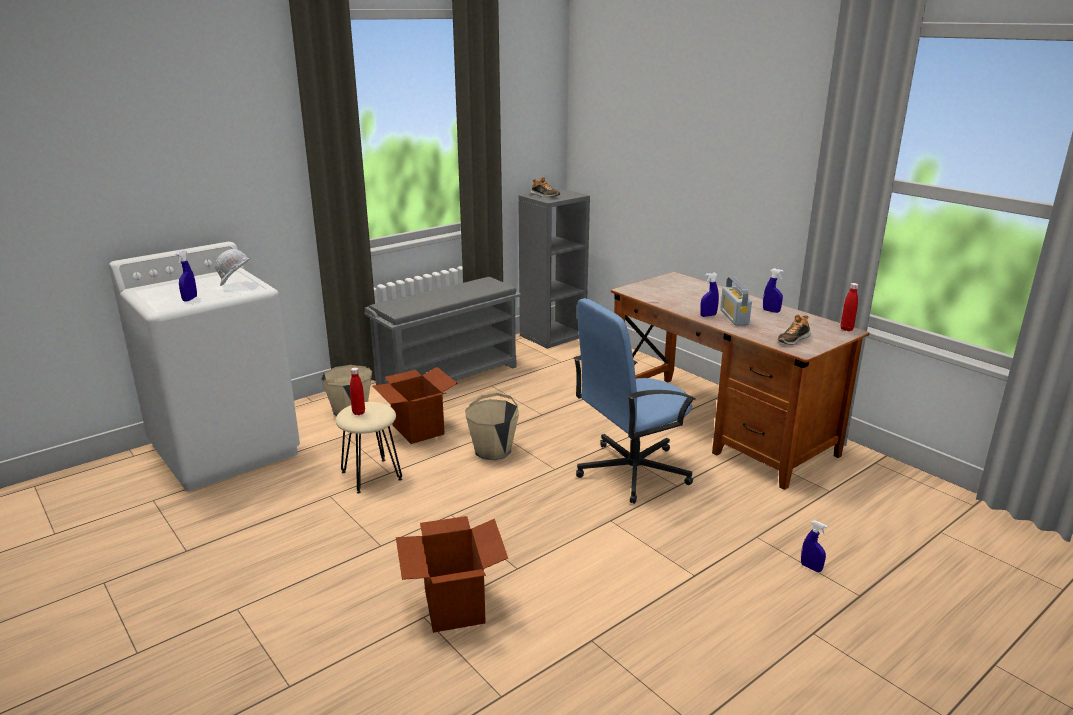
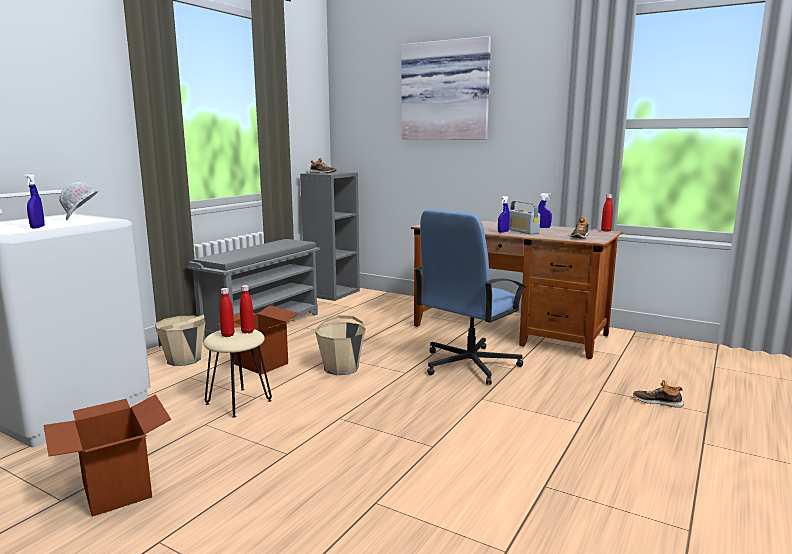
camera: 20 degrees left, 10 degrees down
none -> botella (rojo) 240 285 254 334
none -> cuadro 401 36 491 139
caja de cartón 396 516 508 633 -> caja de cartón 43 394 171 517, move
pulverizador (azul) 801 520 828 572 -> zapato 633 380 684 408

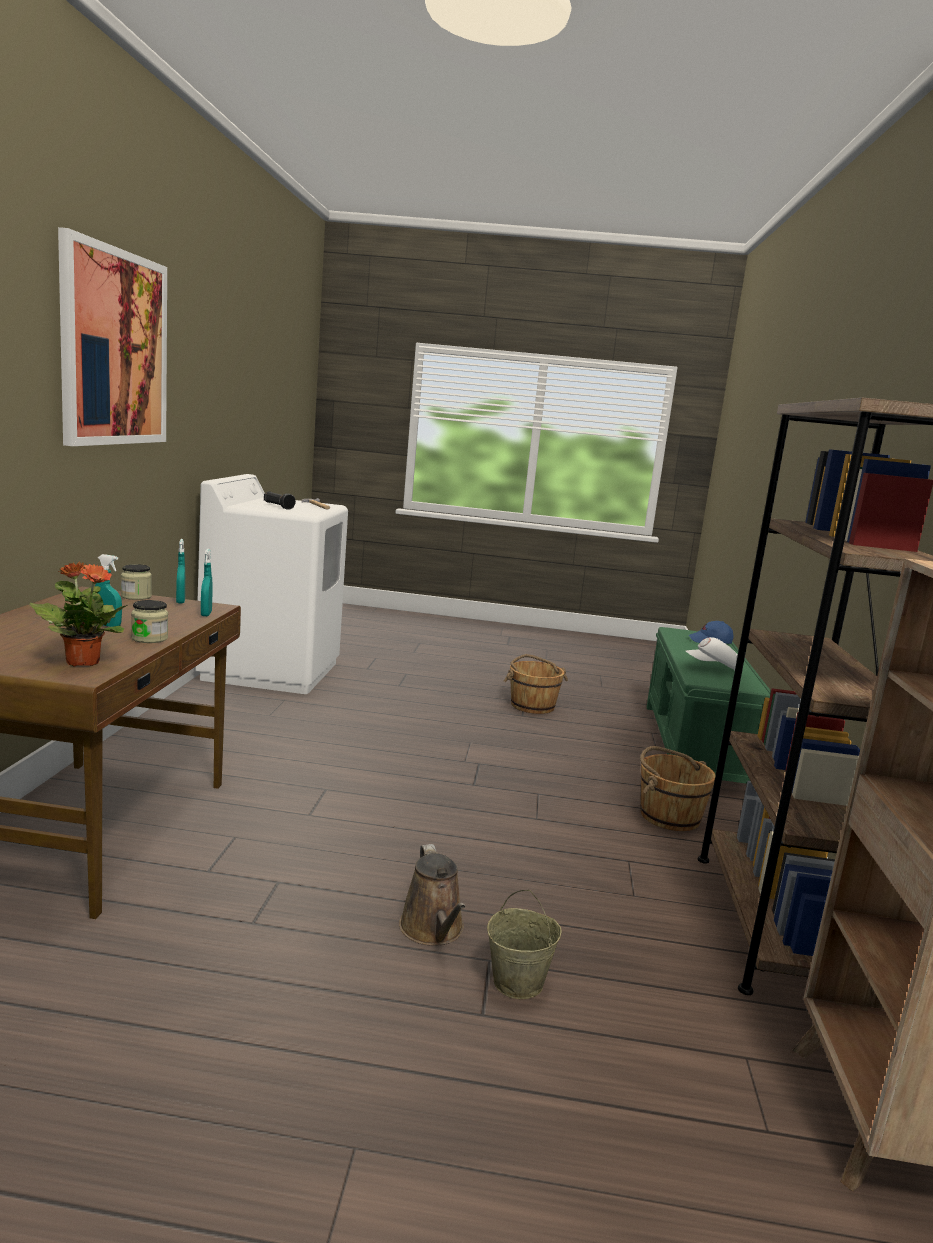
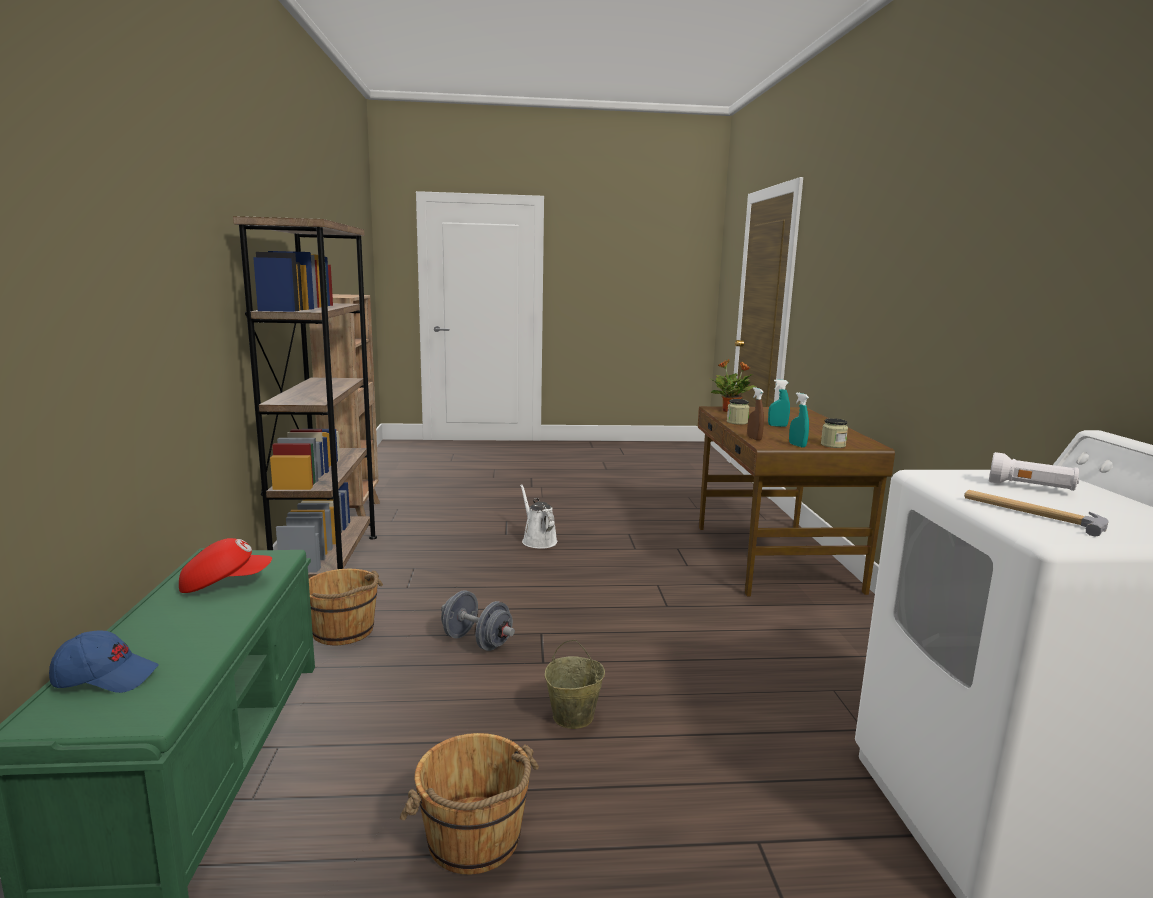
camera: 170 degrees right, 0 degrees up
cuadro 58 227 167 446 -> none
none -> mancuerna (gris) 441 590 515 651
cubo (beis) 487 890 562 999 -> cubo (beis) 544 640 605 729, move
pulverizador (turquesa) 201 549 213 616 -> pulverizador (marrón) 747 387 764 441
linterna (negro) 264 491 296 510 -> linterna (blanco) 989 452 1079 491
regadera (marrón) 399 844 466 946 -> regadera (blanco) 520 484 557 549
gorra (blanco) 686 637 738 670 -> gorra (rojo) 179 538 272 593

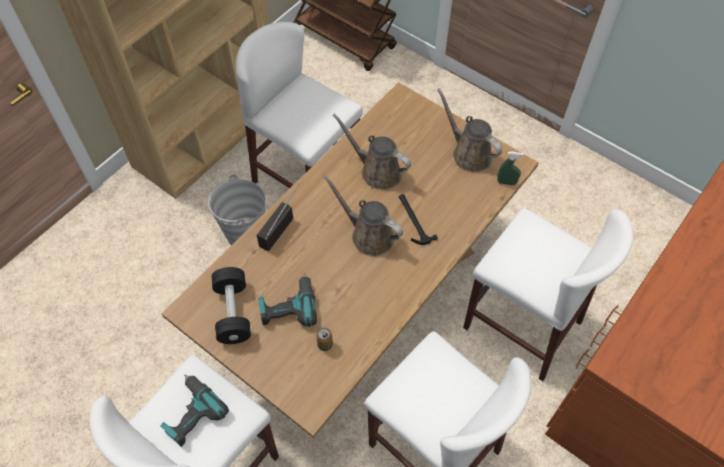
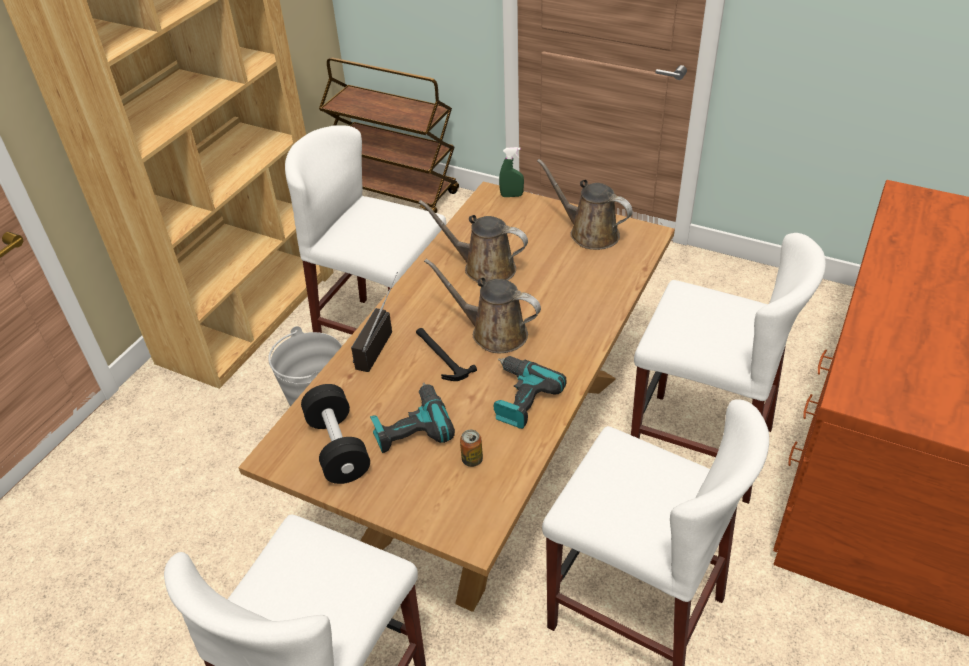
camera: 10 degrees left, 15 degrees down
taladro 161 374 229 447 -> taladro 494 356 566 429, move
martillo 399 194 438 245 -> martillo 416 328 477 381, move
pulverizador (verde) 497 152 524 185 -> pulverizador (verde) 499 147 524 197, move

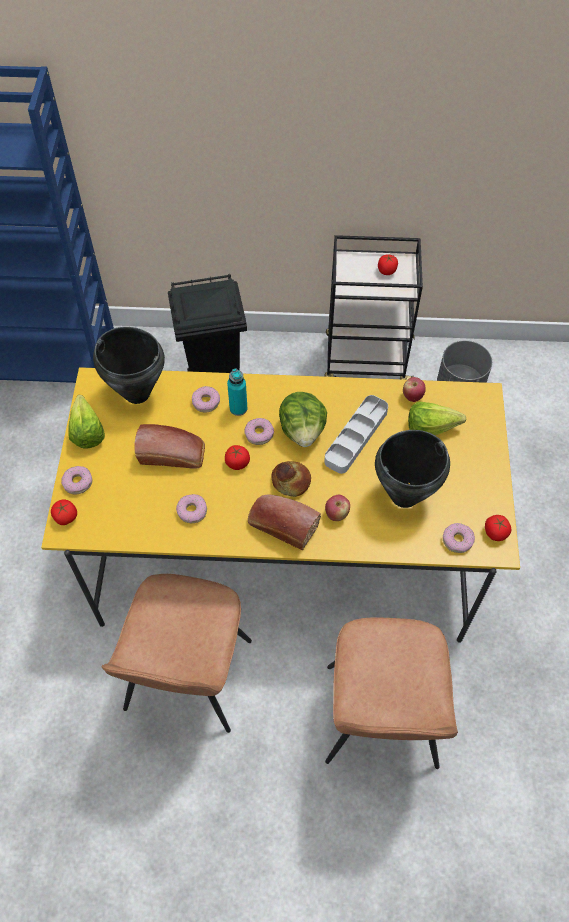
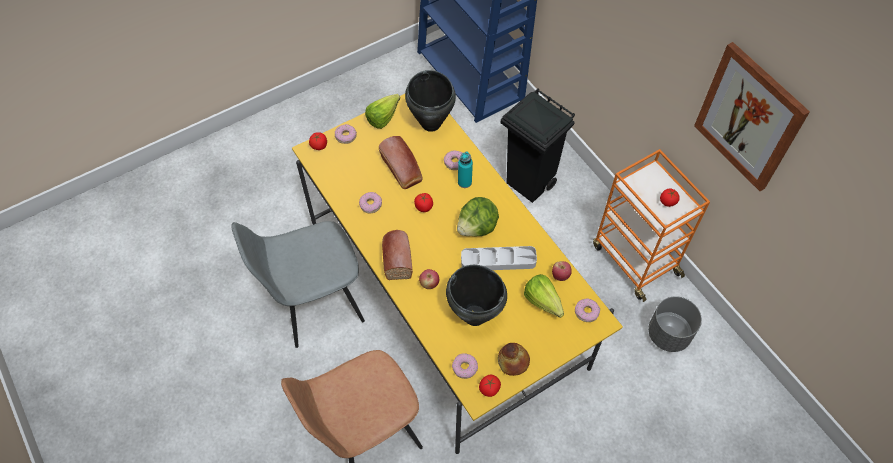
camera: 55 degrees right, 0 degrees up
none -> cuadro 694 42 810 191
rosquilla 245 418 274 445 -> rosquilla 575 298 600 322, move
pan 271 461 311 497 -> pan 498 343 530 376, move
silla (marrón) 102 574 252 733 -> silla (gris) 231 221 365 348
carrito (negro) 324 235 423 380 -> carrito (naranja) 593 149 710 302

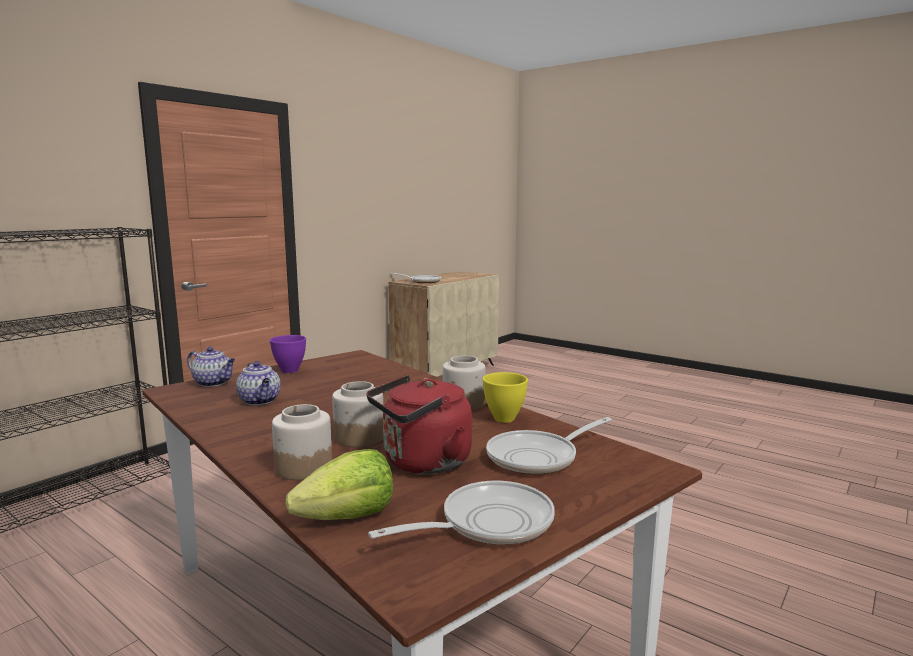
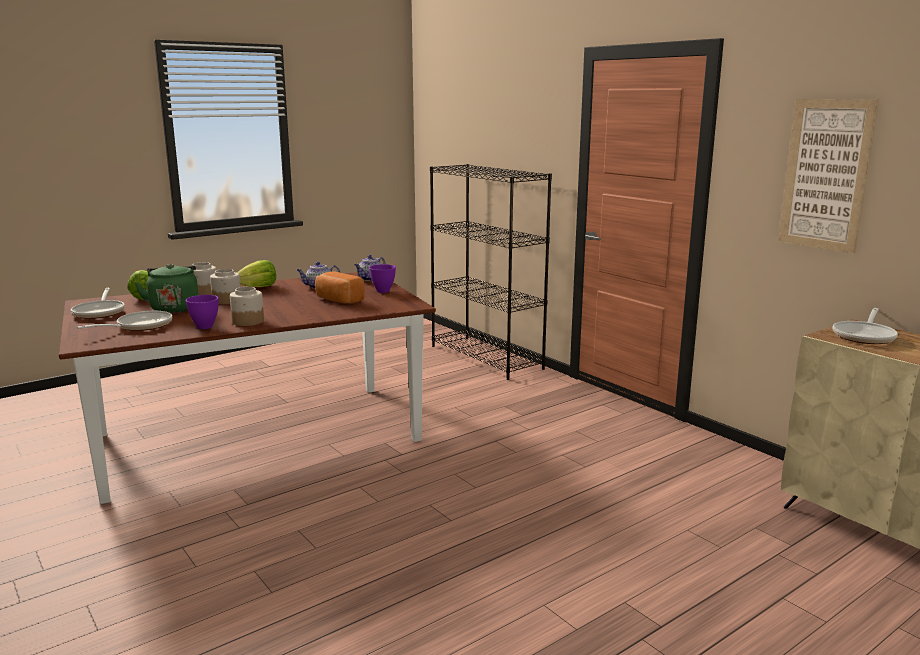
camera: 105 degrees right, 5 degrees up
none -> lechuga 237 260 276 287
none -> pan 315 271 365 303
none -> cuadro 778 99 879 253
hervidor (rojo) 366 375 472 474 -> hervidor (verde) 135 264 198 313
cuenco (amarillo) 483 372 528 423 -> cuenco (morado) 186 295 219 329
sartén 486 417 612 475 -> sartén 77 311 172 331, 60 degrees clockwise

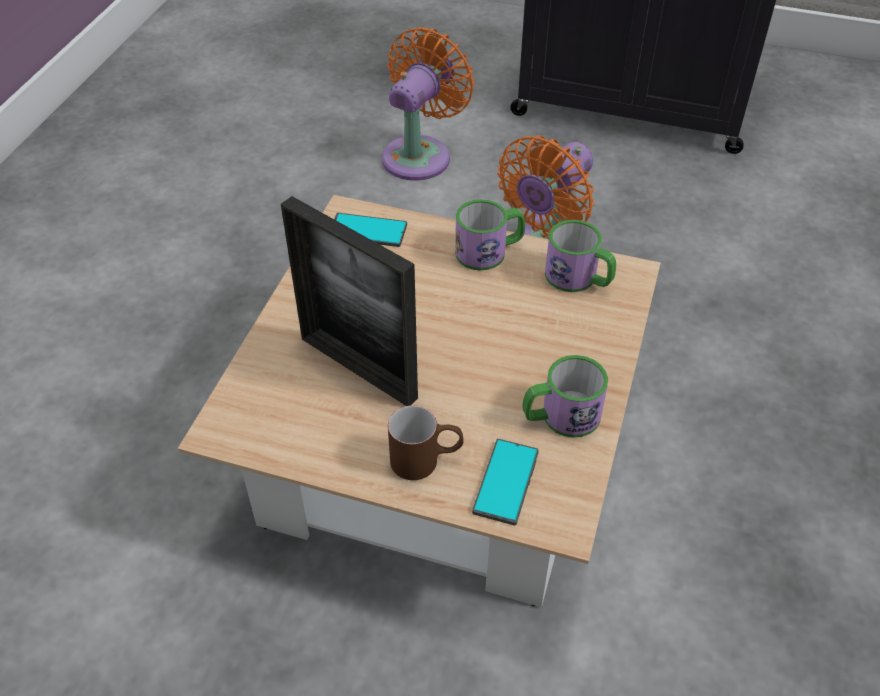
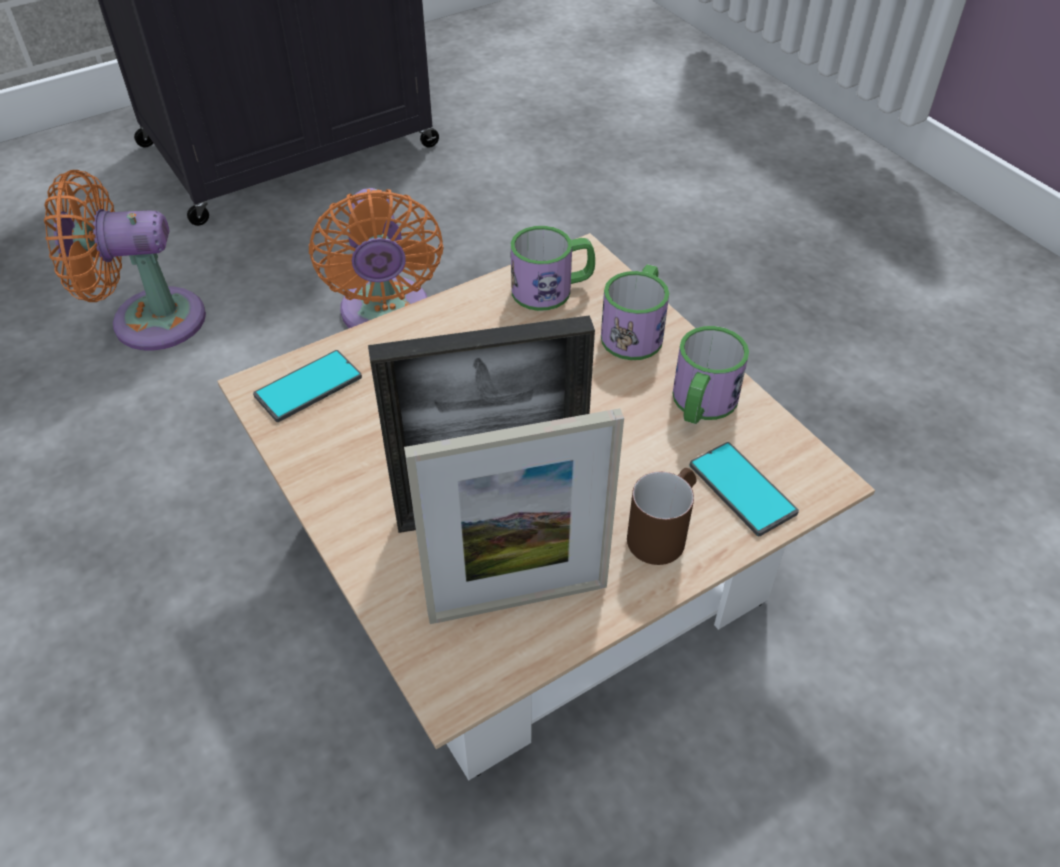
camera: 50 degrees left, 0 degrees up
none -> portarretratos 404 408 624 624
taza grande 455 199 525 271 -> taza grande 601 264 669 360, move
ventilador (naranja) 382 27 474 181 -> ventilador (naranja) 44 170 206 351, 75 degrees counterclockwise

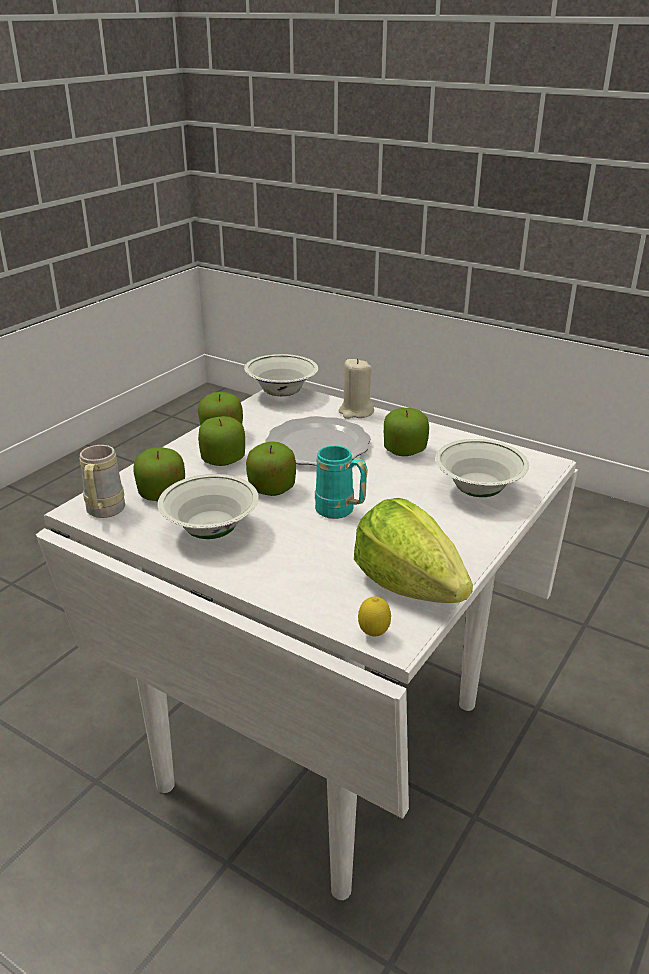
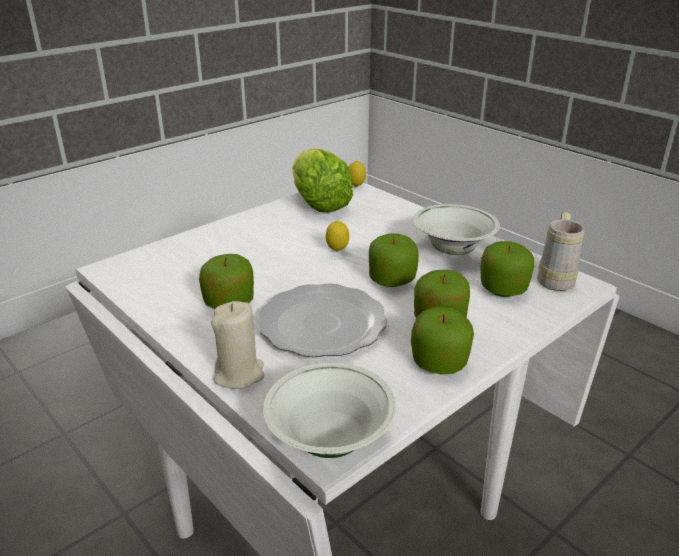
camera: 165 degrees left, 0 degrees up
cuenco (blanco) 435 439 529 497 -> none
taza grande (turquesa) 315 445 368 519 -> limón 326 221 349 252

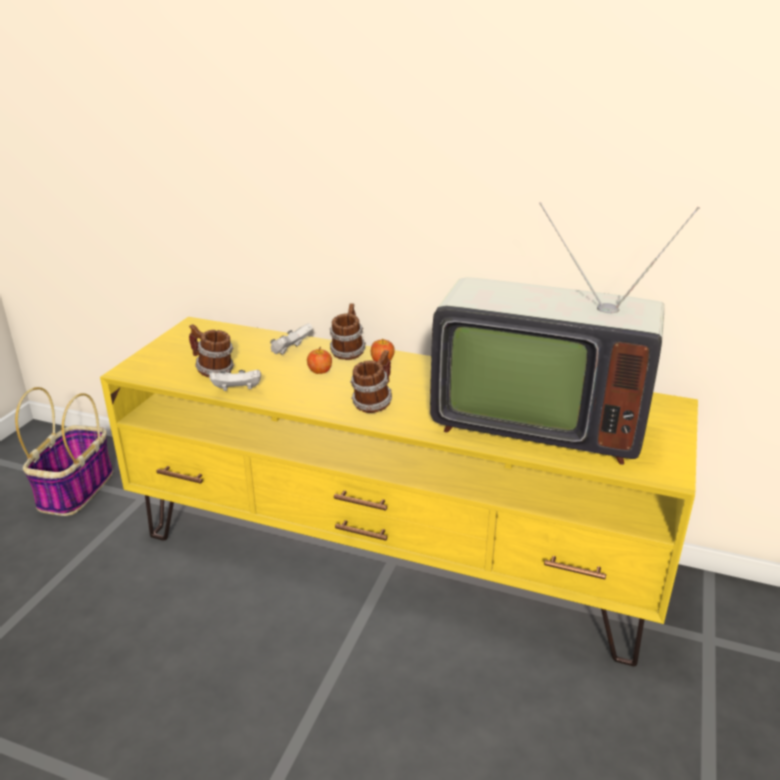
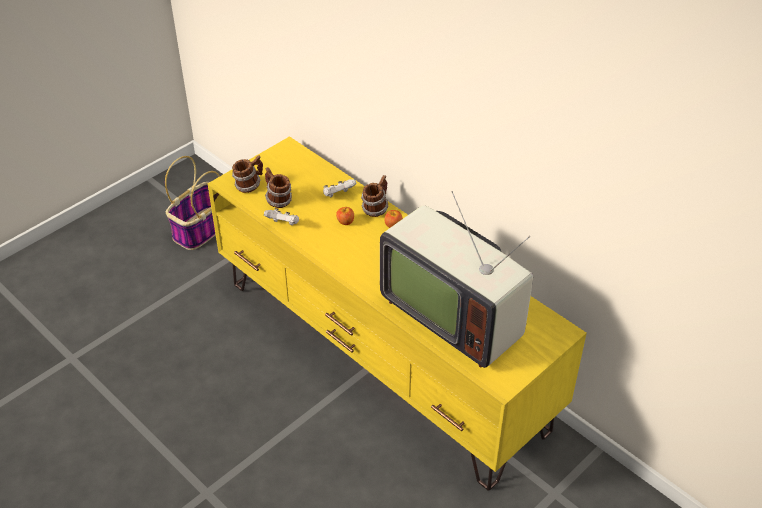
camera: 25 degrees right, 15 degrees up
taza grande 350 350 392 413 -> taza grande 232 155 263 193, move

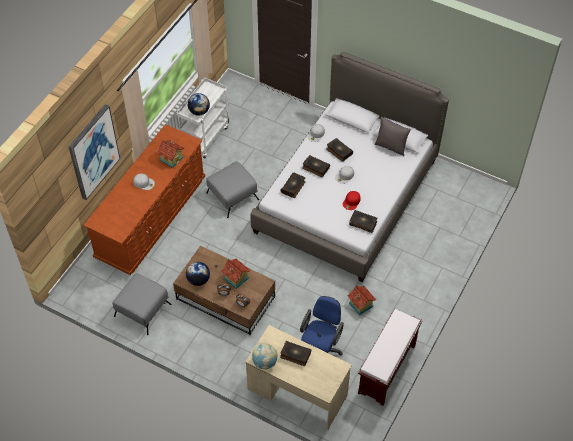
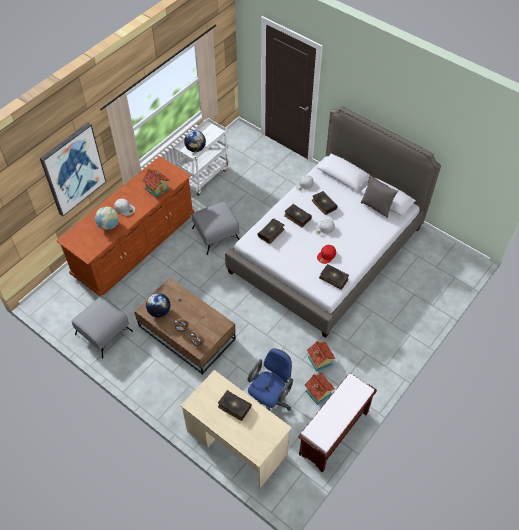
camera: 10 degrees right, 0 degrees up
casita 221 259 250 289 -> casita 305 373 335 405, move
globo terráqueo 251 343 278 369 -> globo terráqueo 95 207 119 230, move

